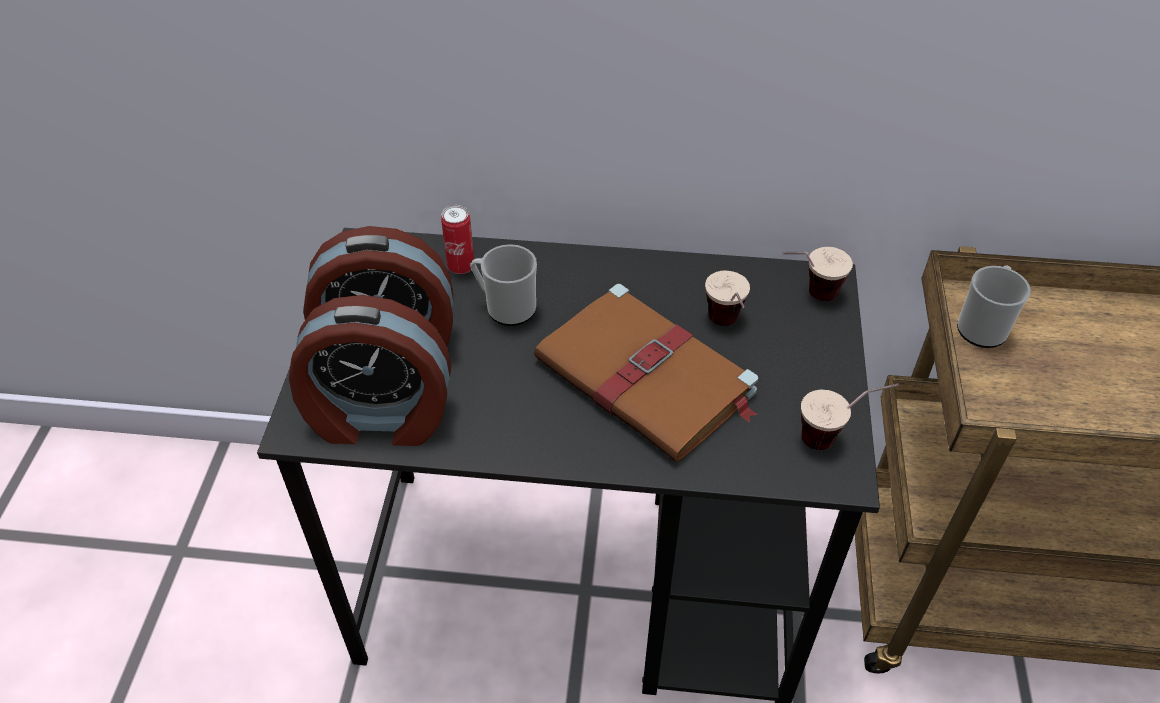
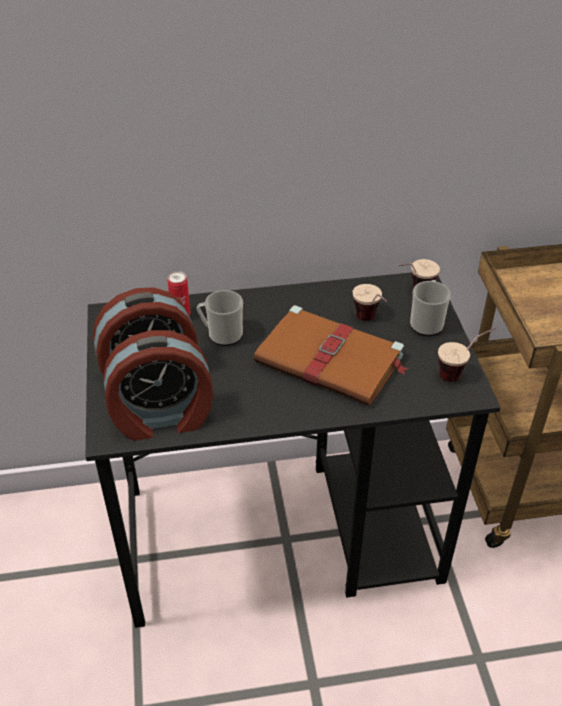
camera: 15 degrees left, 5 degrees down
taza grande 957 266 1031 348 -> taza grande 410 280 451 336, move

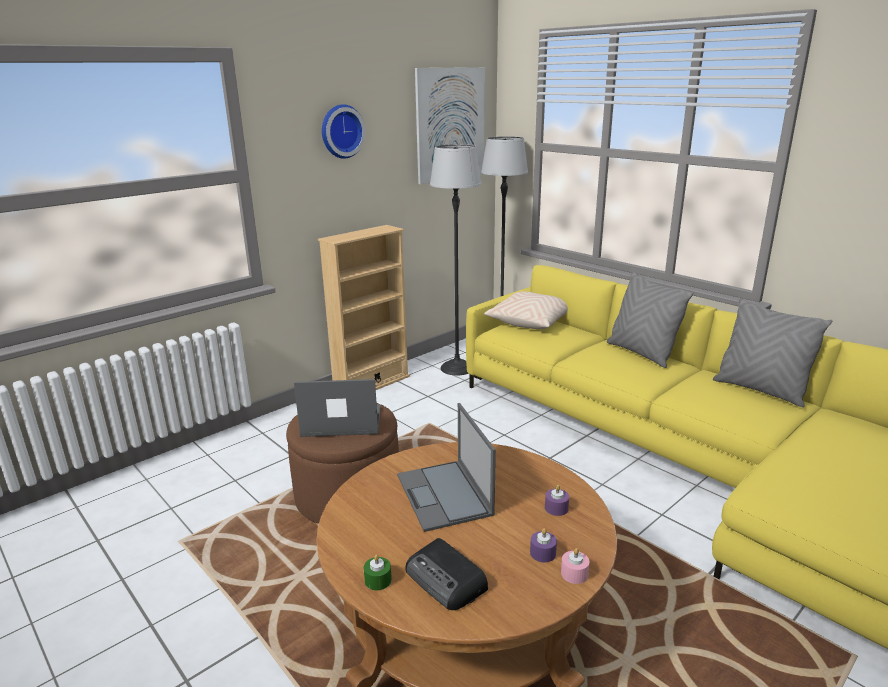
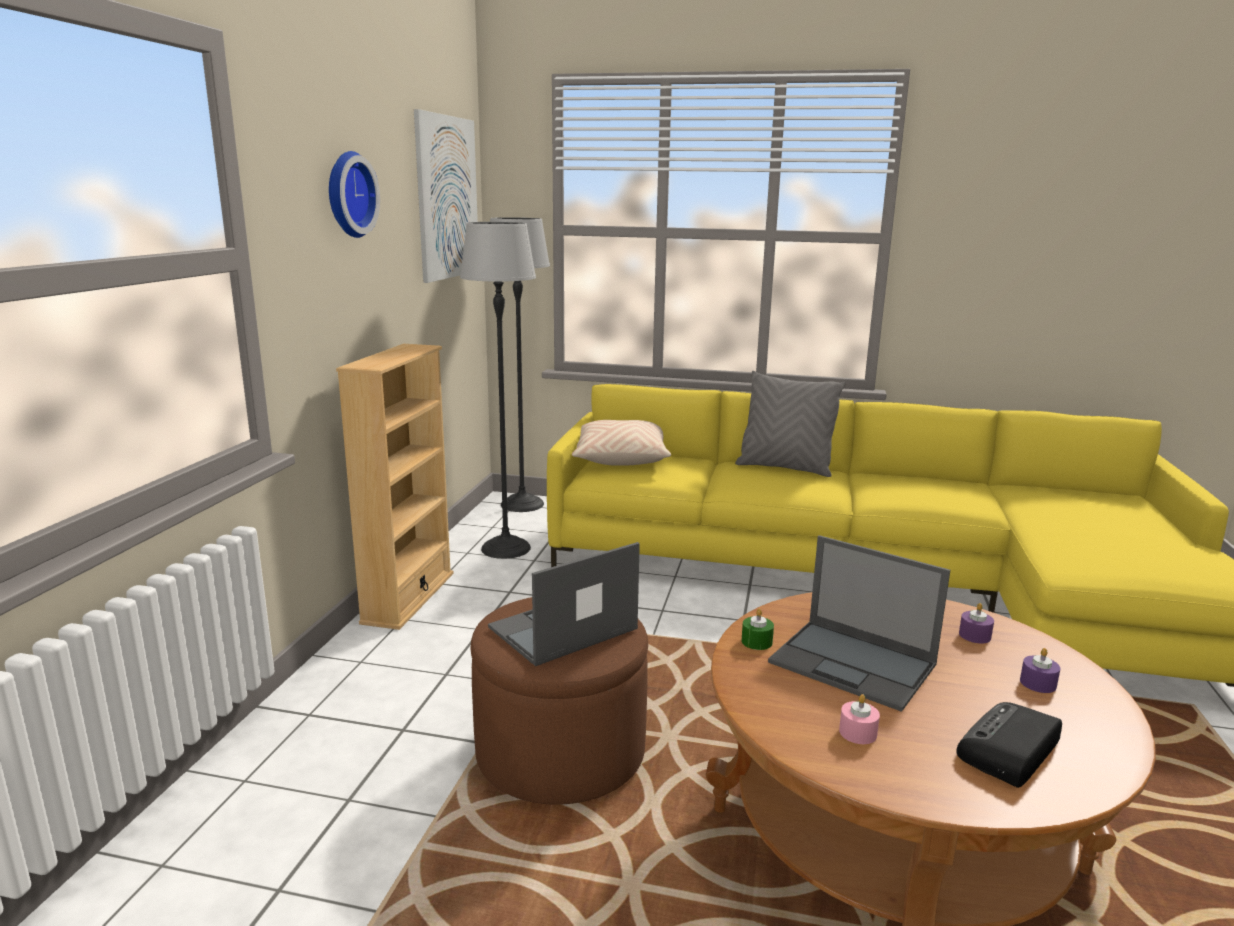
camera: 35 degrees left, 5 degrees down
cojín (gris) 713 298 832 407 -> none
vela (verde) 364 554 392 590 -> vela (verde) 742 609 774 650, move
vela (rosa) 561 548 589 584 -> vela (rosa) 839 694 880 744, move
radio 406 538 488 610 -> radio 956 702 1062 788, 120 degrees clockwise

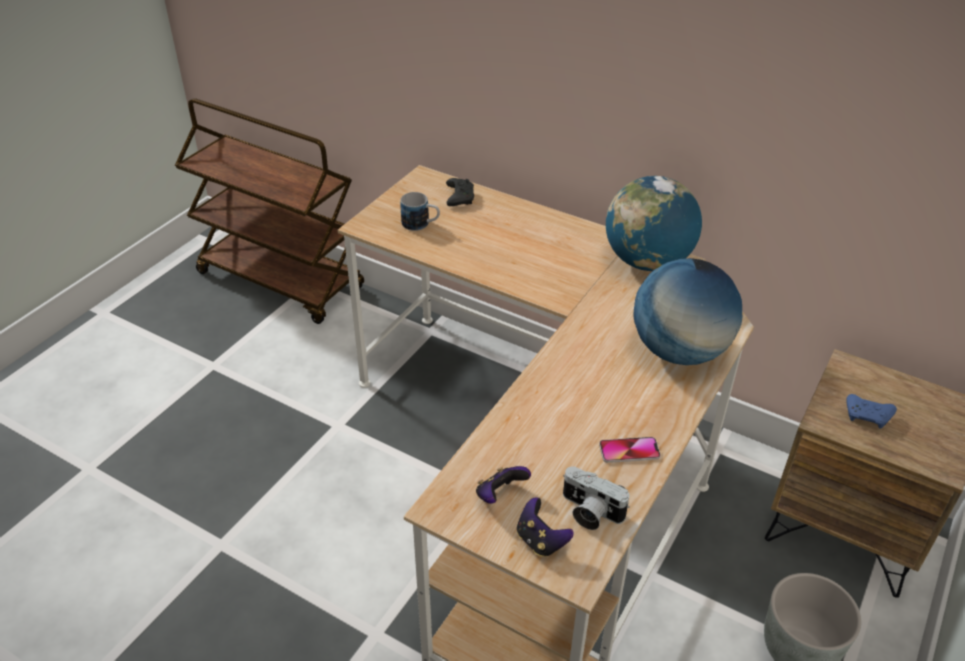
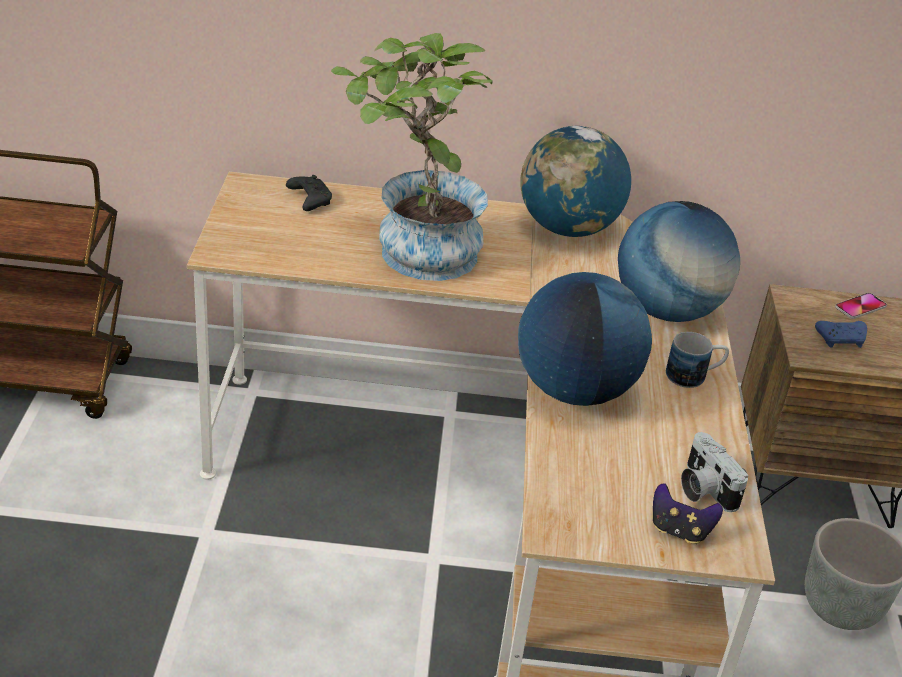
camera: 30 degrees left, 5 degrees down
mando de consola 476 466 531 504 -> none
none -> planta en maceta 331 33 493 281
none -> globo terráqueo 518 272 652 406
taza grande 400 192 440 231 -> taza grande 666 332 729 388, move
móvil 599 437 661 463 -> móvil 835 293 887 319, move
cámara 563 466 630 530 -> cámara 681 432 749 512, 60 degrees clockwise

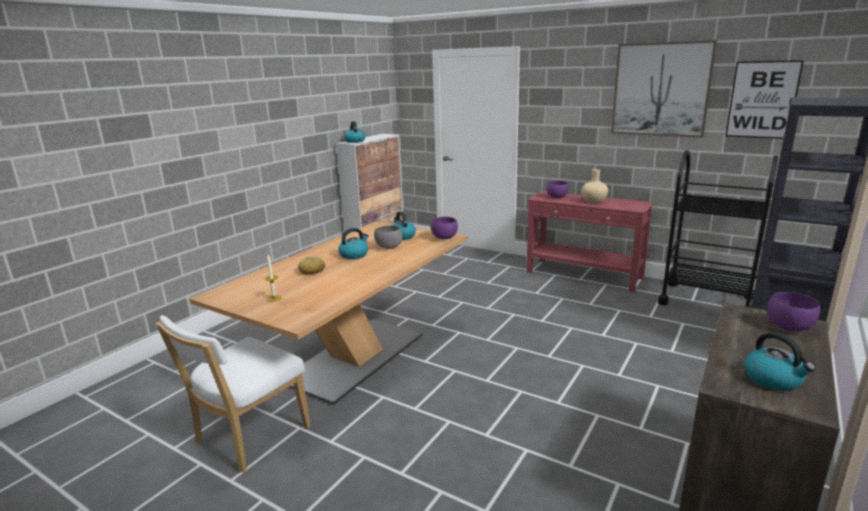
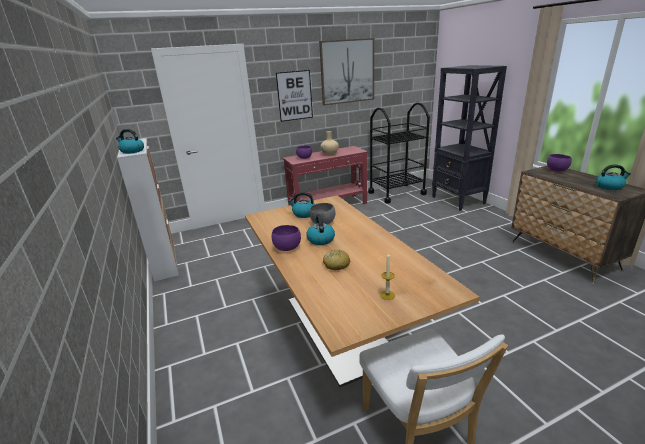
camera: 55 degrees left, 5 degrees up
cuenco (morado) 431 217 458 239 -> cuenco (morado) 272 225 301 251, move
cuadro 725 60 804 139 -> cuadro 276 70 313 122, move

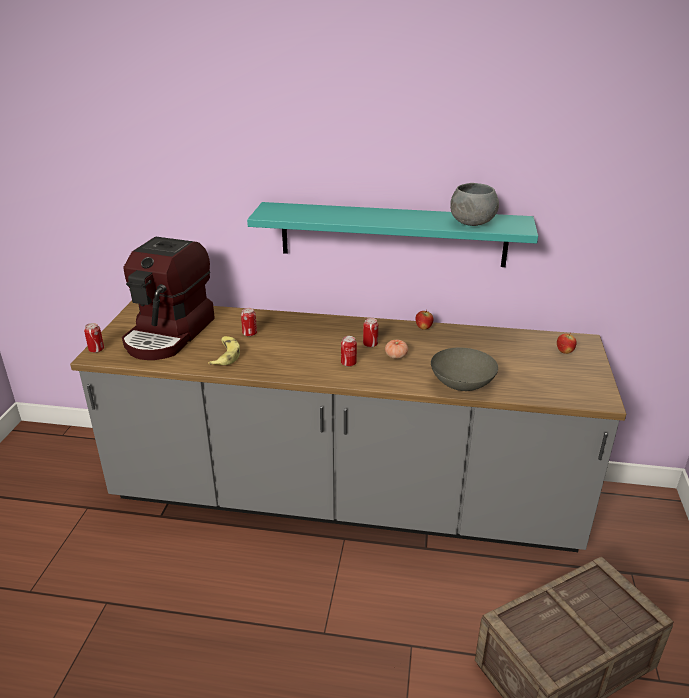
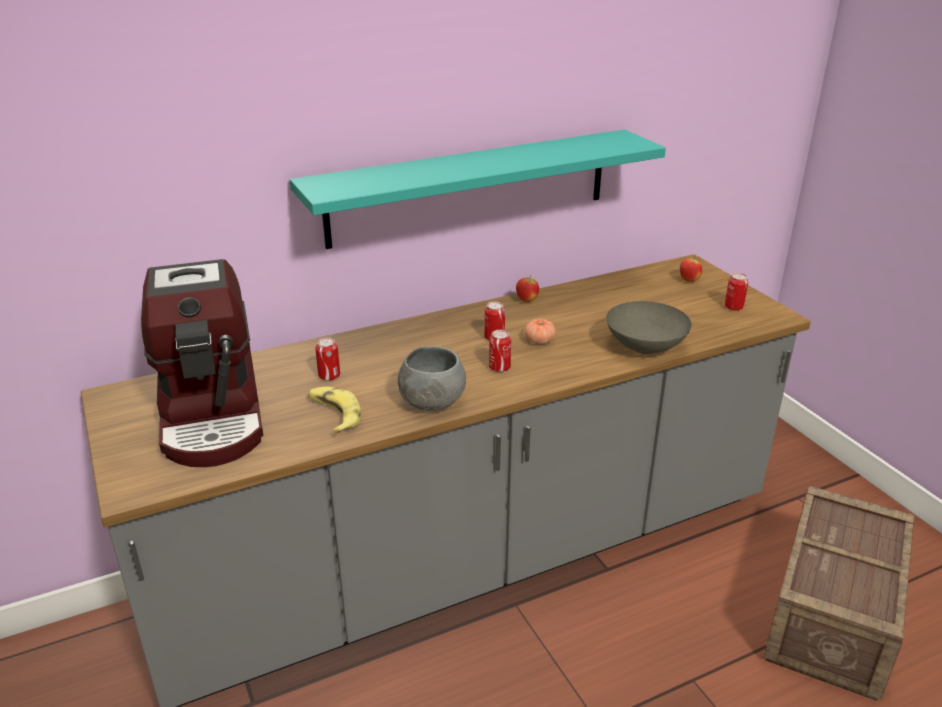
camera: 35 degrees left, 0 degrees up
lata 84 323 104 353 -> lata 724 273 748 311, move
cuenco (gris) 450 183 499 226 -> cuenco (gris) 398 346 466 411, move

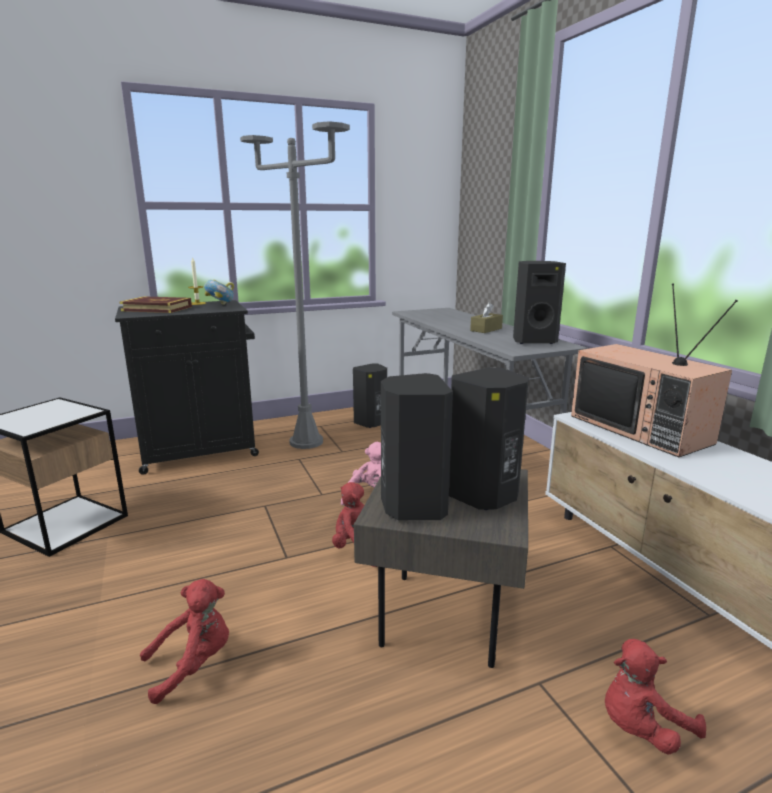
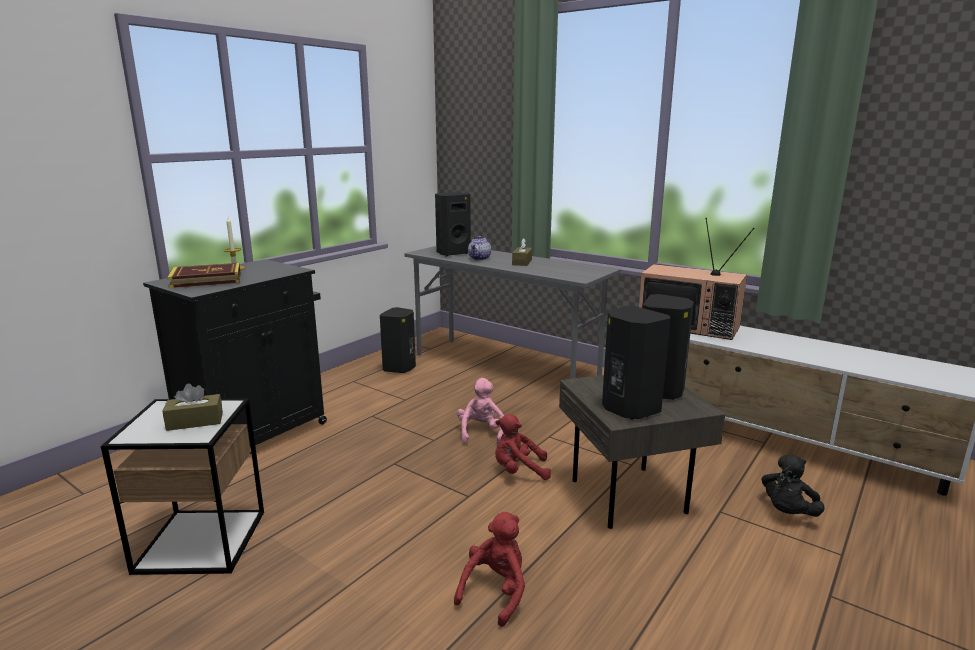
camera: 30 degrees left, 0 degrees up
cuenco 204 280 234 305 -> none
lámpara de pie (gris) 240 121 350 449 -> none
none -> caja de pañuelos (marrón) 162 383 223 431
none -> tetera 468 236 491 260
altavoz (negro) 513 261 566 344 -> altavoz (negro) 435 192 471 256, move
peluche (rojo) 605 639 706 755 -> peluche (negro) 761 454 825 517

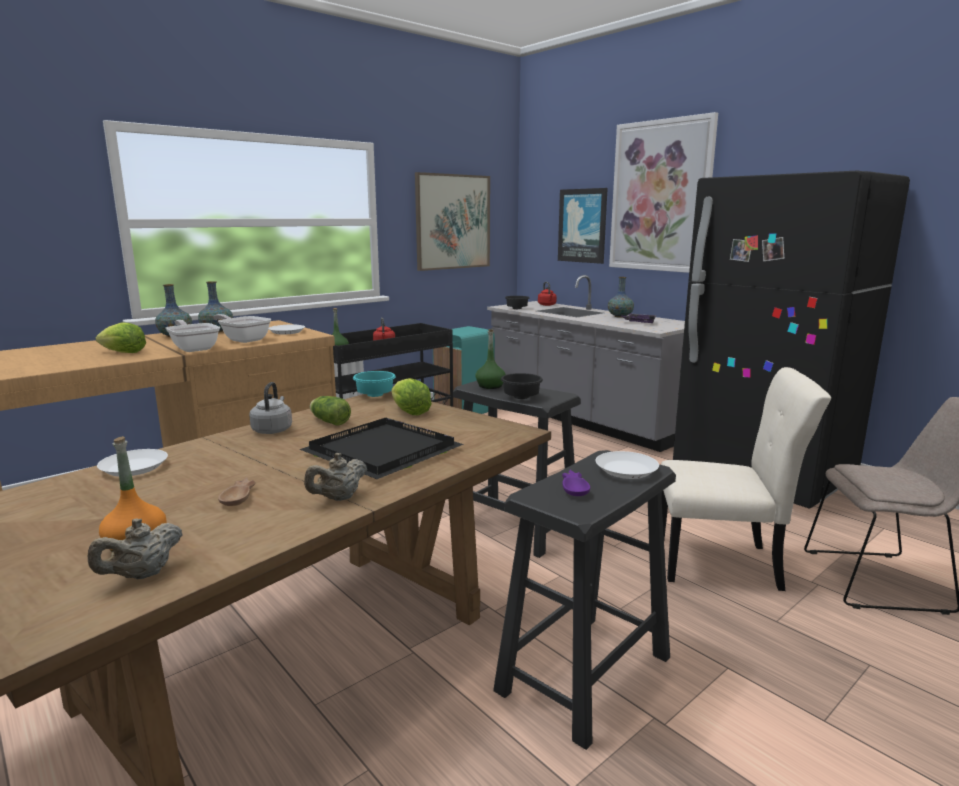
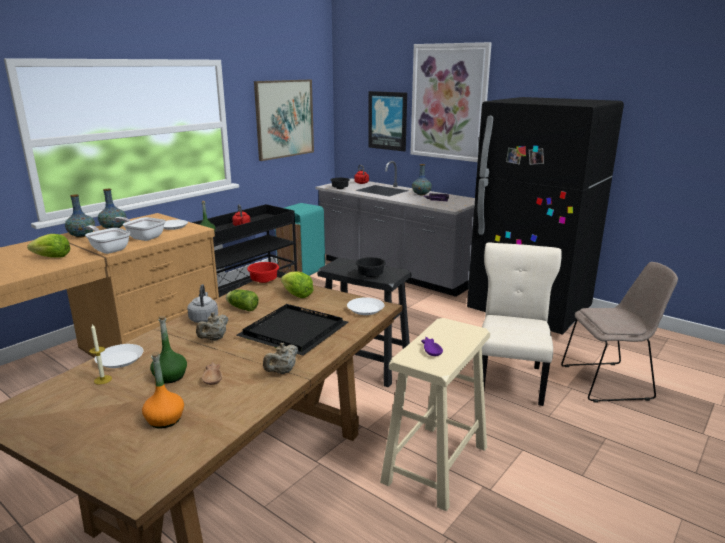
camera: 10 degrees left, 5 degrees up
none -> vela 89 324 112 385
tetera (beis) 88 518 183 579 -> tetera (beis) 196 312 228 341, move
botella (verde) 475 329 506 389 -> botella (verde) 150 316 187 383, move
plato (blanco) 596 451 659 479 -> plato (blanco) 347 297 384 315, move
cuenco (turquesa) 353 371 396 397 -> cuenco (rojo) 247 262 279 283
taburete (negro) 493 450 676 750 -> taburete (beis) 380 318 490 511
silla (beis) 661 367 831 591 -> silla (beis) 482 243 562 406, 75 degrees counterclockwise

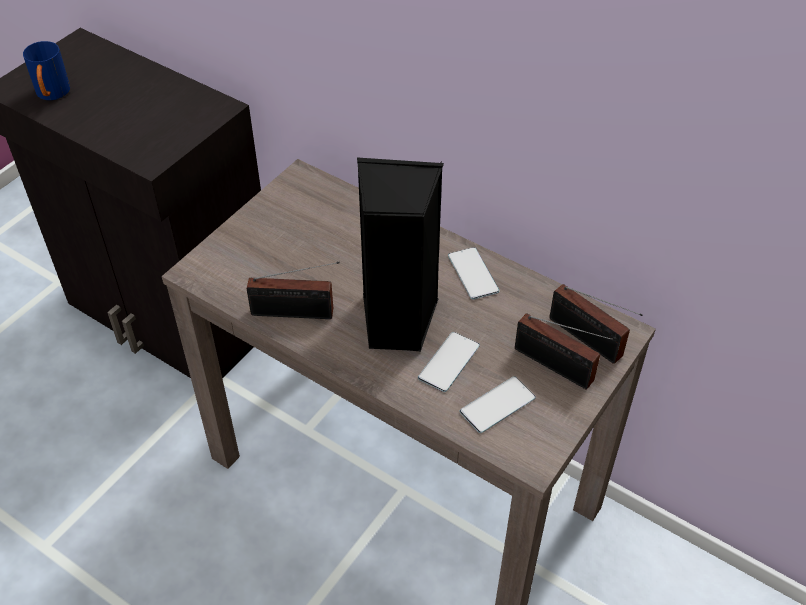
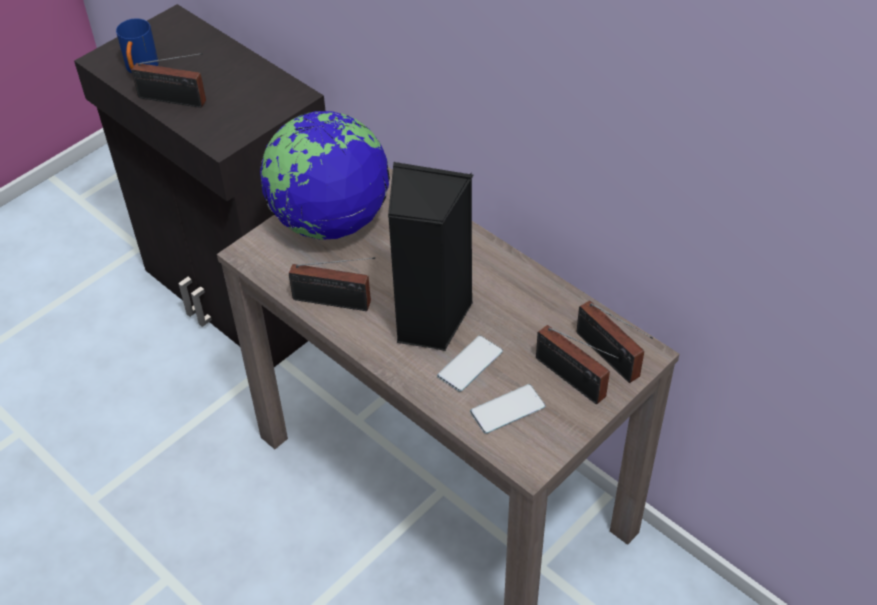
camera: 10 degrees right, 0 degrees up
móvil 448 247 499 300 -> none
none -> radio 131 53 206 108
none -> globo terráqueo 260 111 390 240

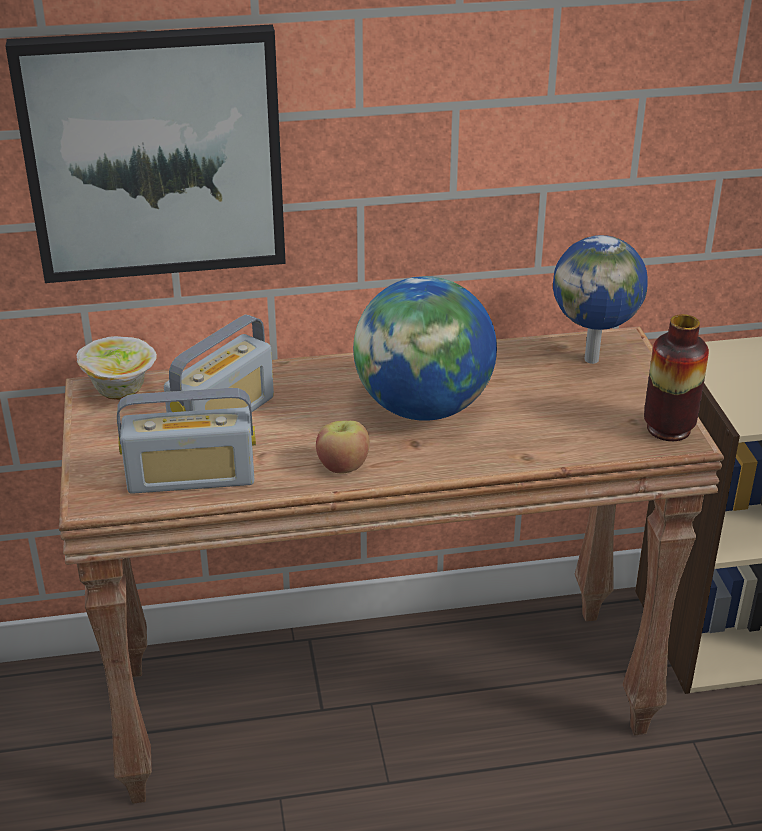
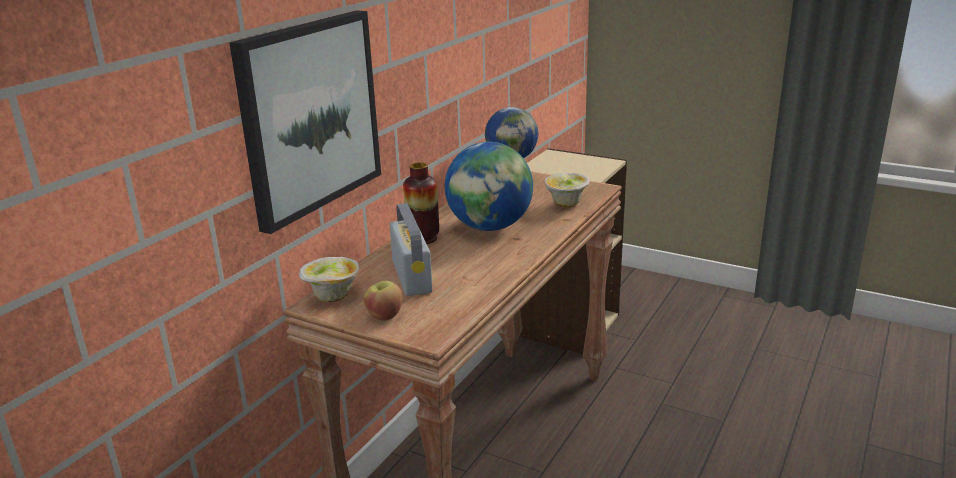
camera: 50 degrees left, 10 degrees down
radio 117 388 256 494 -> none
none -> cuenco 545 173 590 208
manzana 316 421 370 474 -> manzana 364 281 403 321, move
florero 644 314 709 441 -> florero 403 162 439 244, move

